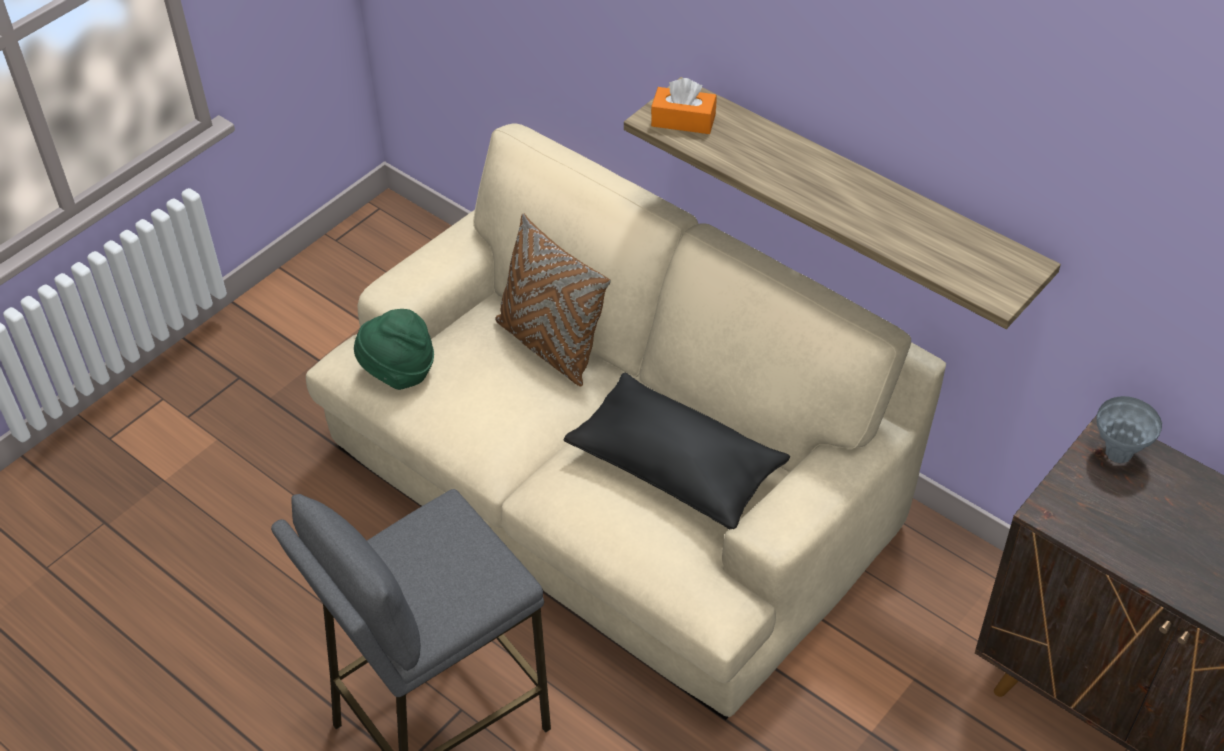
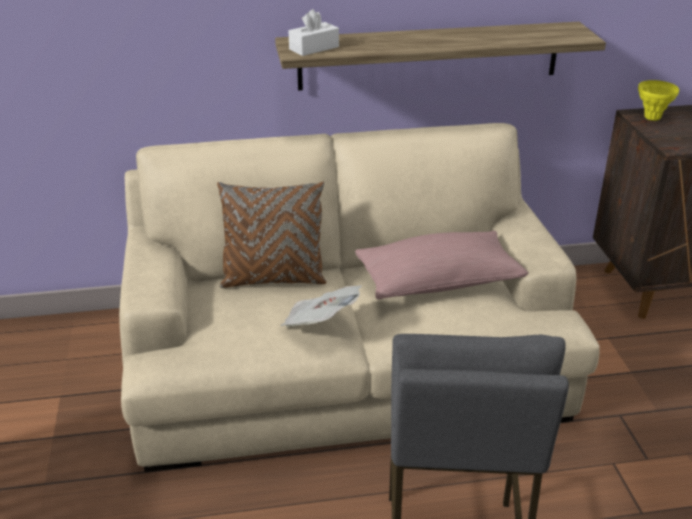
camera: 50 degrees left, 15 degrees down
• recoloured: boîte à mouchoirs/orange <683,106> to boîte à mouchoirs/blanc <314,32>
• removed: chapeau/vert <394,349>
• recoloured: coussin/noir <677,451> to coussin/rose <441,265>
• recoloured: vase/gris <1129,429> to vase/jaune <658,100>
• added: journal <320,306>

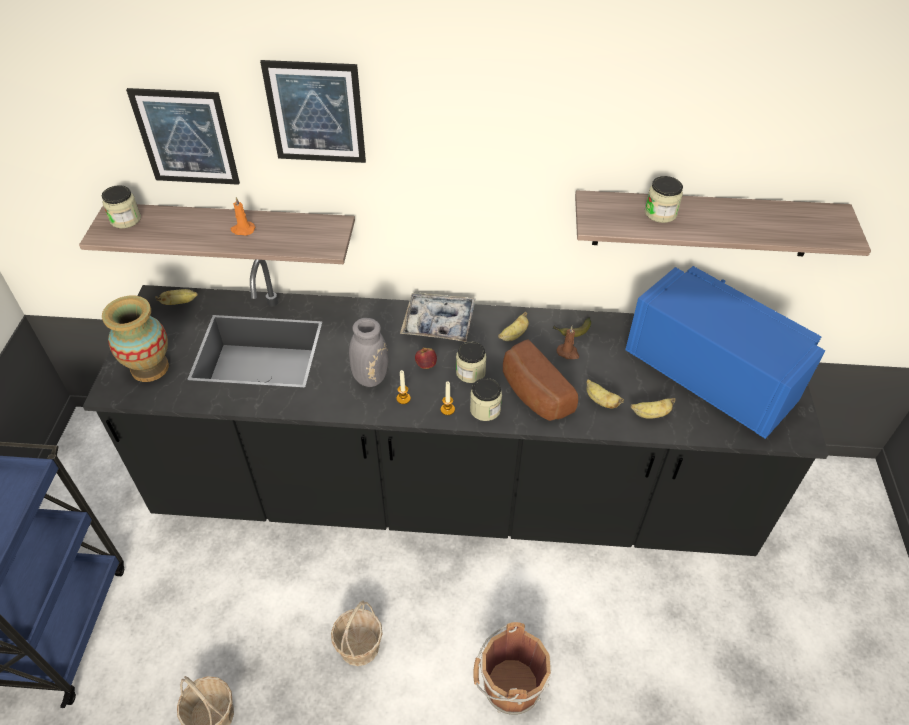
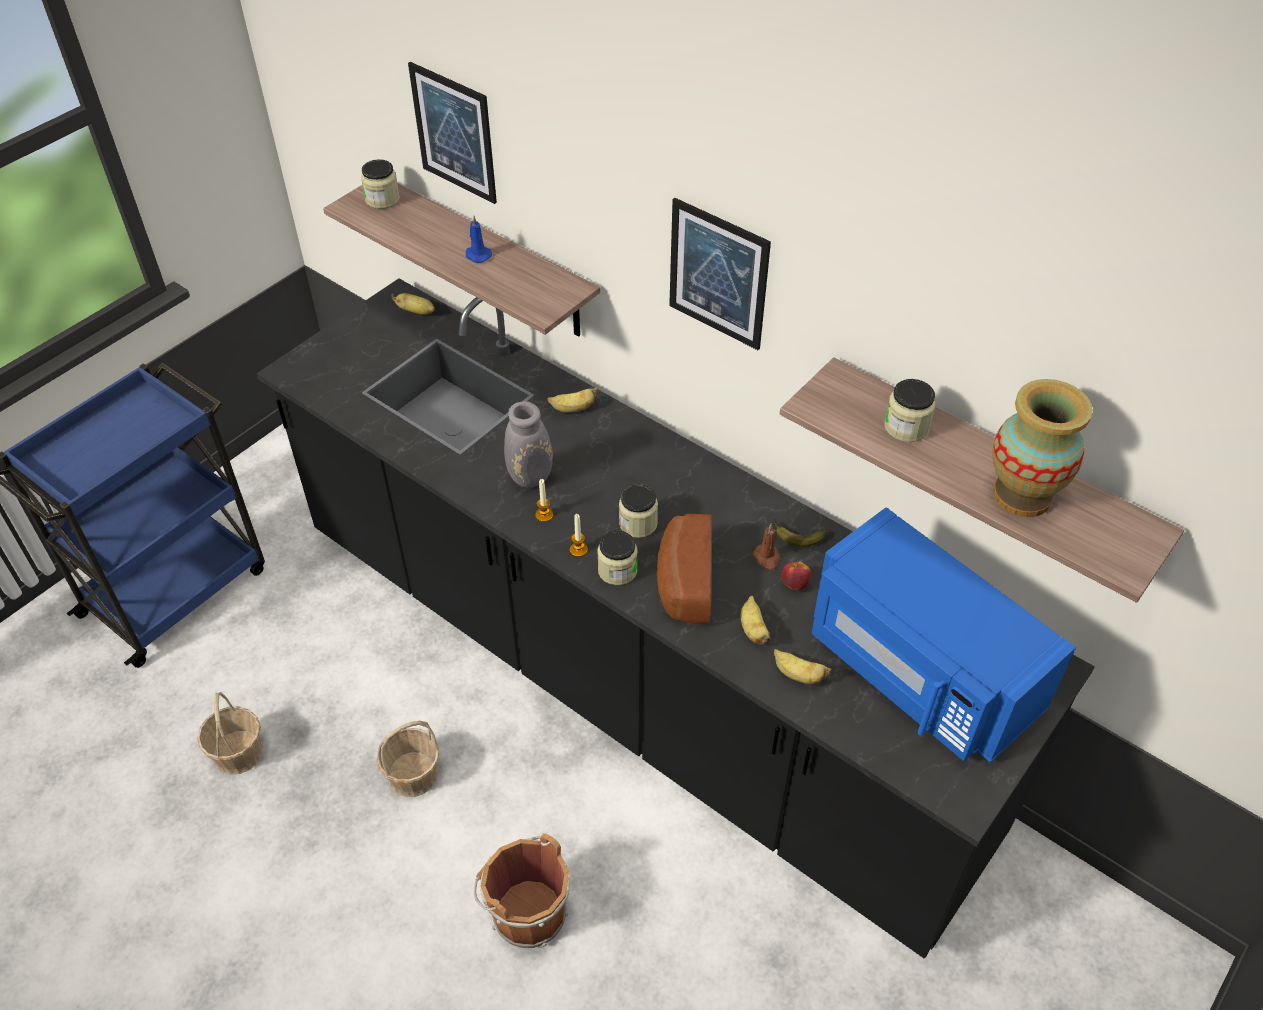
camera: 35 degrees right, 0 degrees up
• moved: tableau <313,111> to <720,274>
• recoloured: bougie/orange <243,216> to bougie/bleu <479,239>
• turned: micro-ondes/bleu <725,352> = <943,635> 150 degrees clockwise
• removed: plateau <438,317>
• moved: vase <135,338> to <1042,448>
• moved: banane <513,326> to <572,400>
• moved: pomme <426,358> to <796,575>

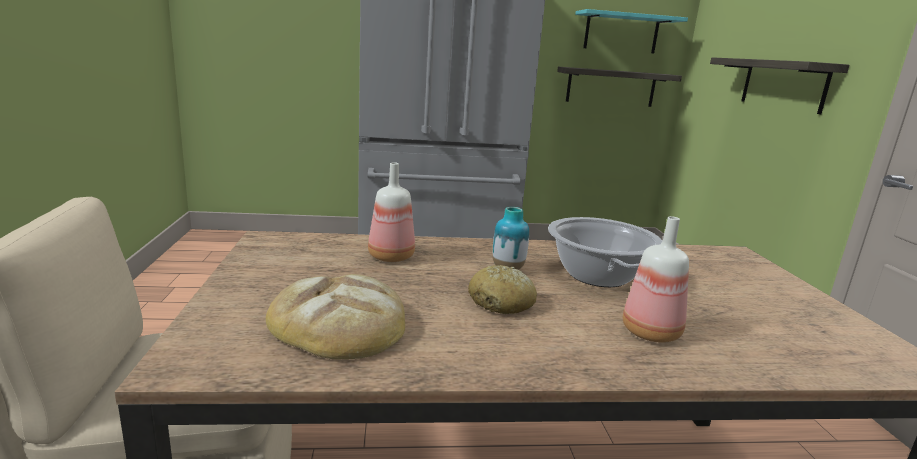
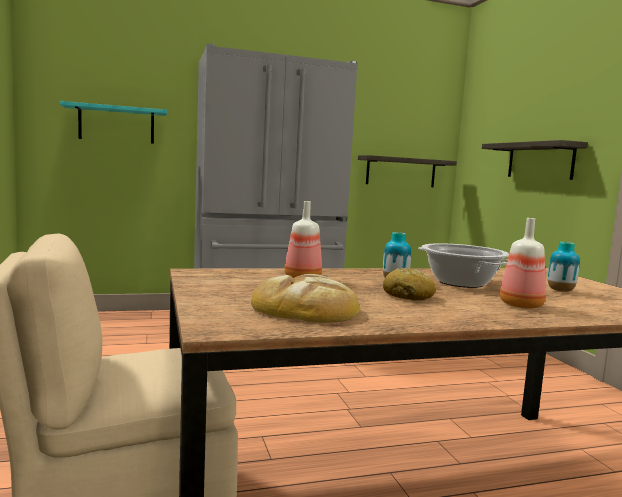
camera: 10 degrees left, 10 degrees down
• moved: étagère/turquoise <631,31> to <113,122>
• added: vase <564,267>

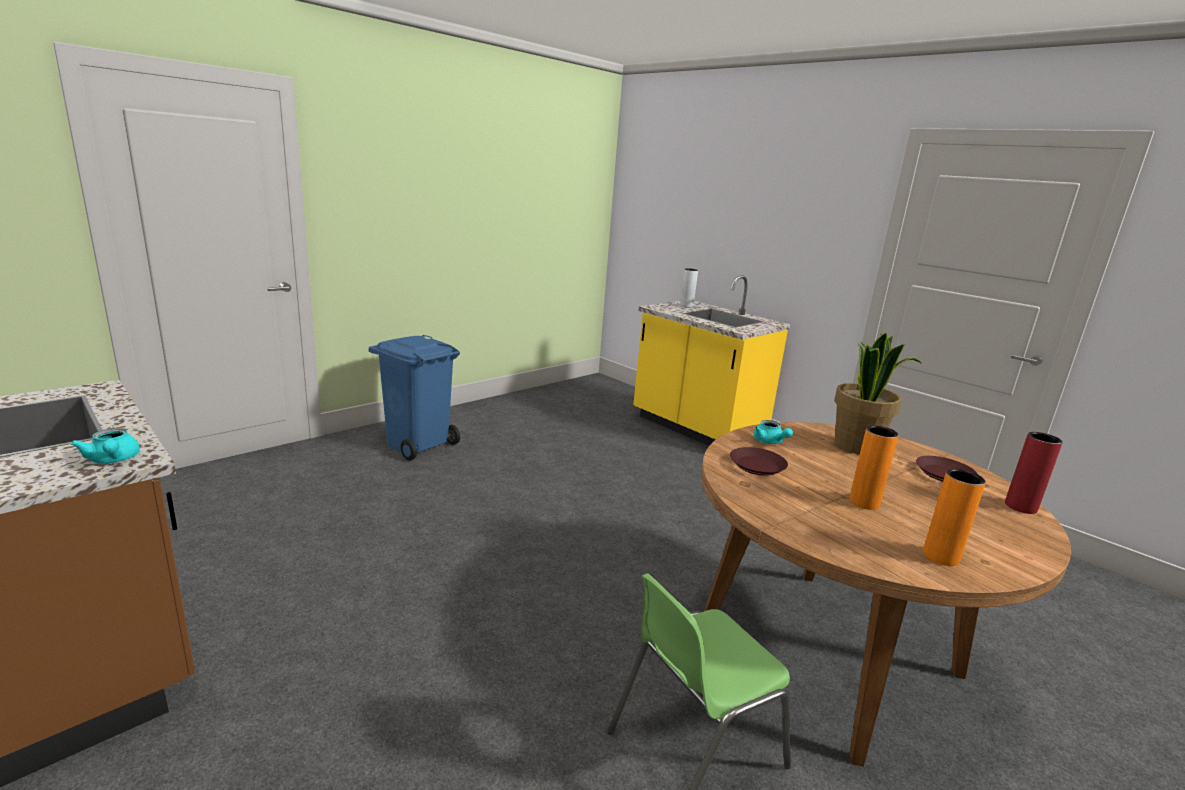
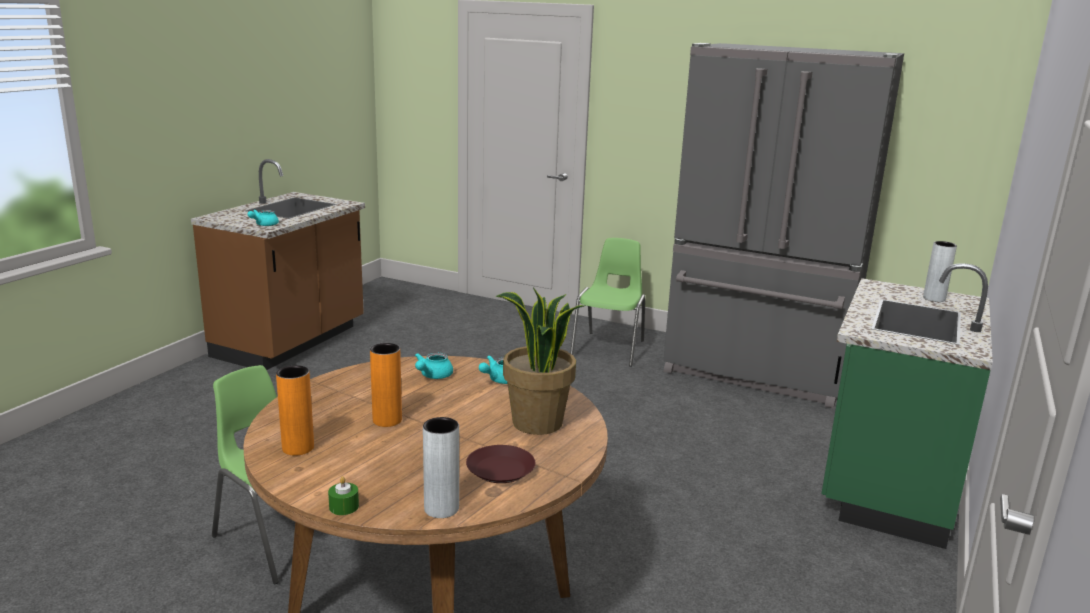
camera: 70 degrees right, 0 degrees up
• recoloured: comptoir de cuisine/jaune <711,360> to comptoir de cuisine/vert <907,406>
• replaced: poubelle/bleu <414,398> to chaise/vert <607,302>
• recoloured: vase/rouge <1034,473> to vase/gris <441,467>
• replaced: assiette/marron <759,461> to théière/turquoise <434,366>
• added: réfrigérateur/gris <784,225>
• added: bougie/vert <343,495>

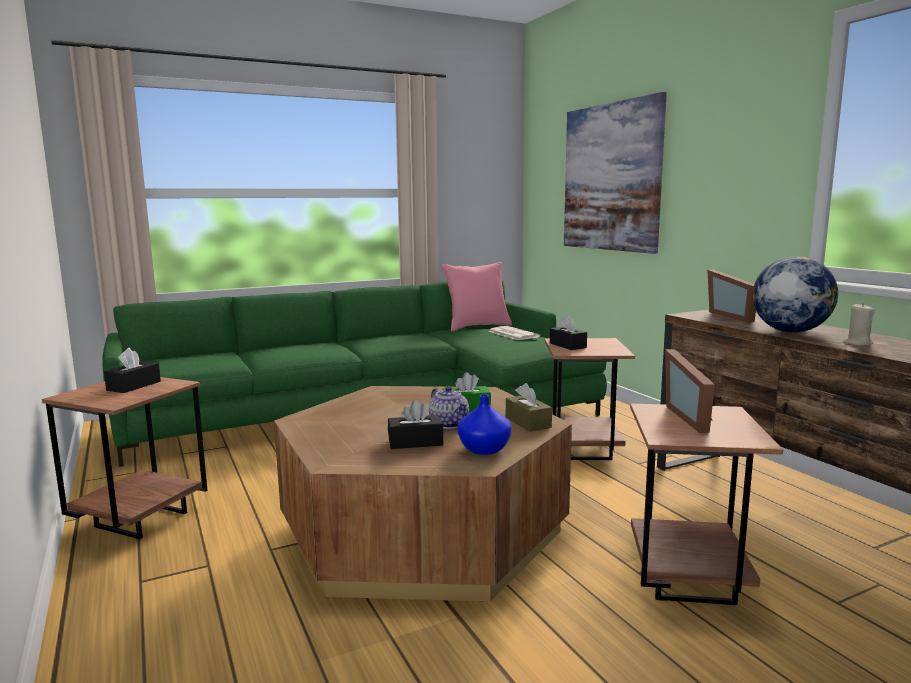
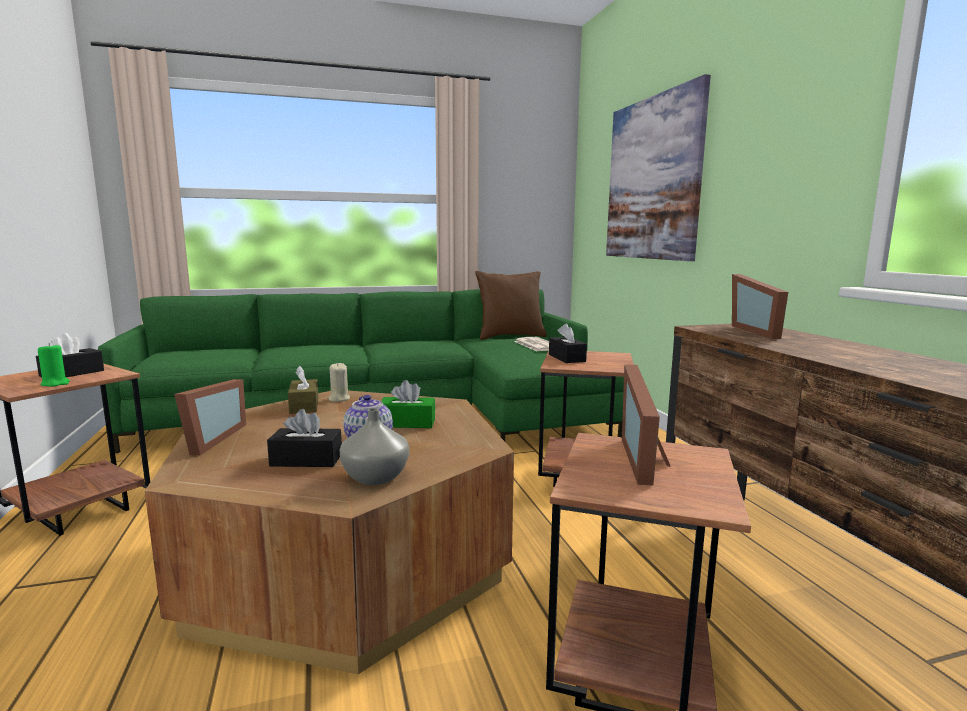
camera: 10 degrees right, 0 degrees up
• removed: globe <795,294>
• recoloured: coussin/rose <477,296> to coussin/marron <511,305>
• moved: bougie/beige <859,324> to <339,382>
• moved: boîte à mouchoirs/marron <529,407> to <303,390>
• recoloured: vase/bleu <484,424> to vase/gris <374,446>
• added: bougie/vert <54,365>
• added: cadre photo <210,417>

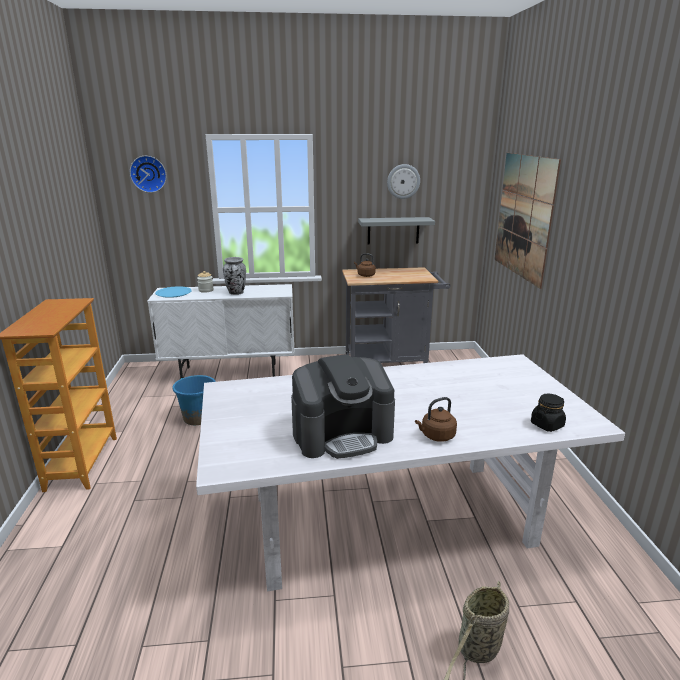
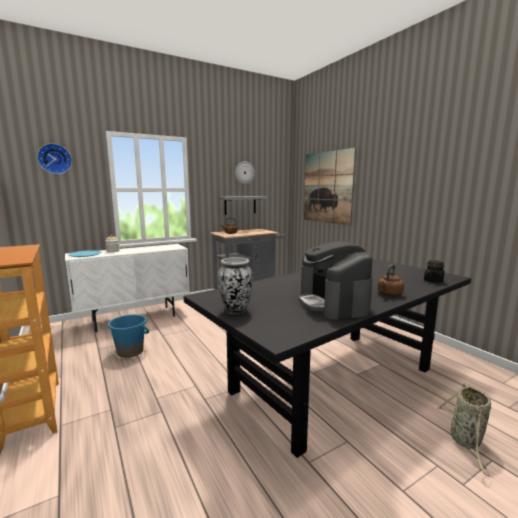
camera: 25 degrees left, 10 degrees down
• moved: vase <234,276> to <235,285>
• recoloured: table à manger/blanc <410,473> to table à manger/noir <327,358>
• turned: machine à café <343,406> = <336,280> 120 degrees clockwise

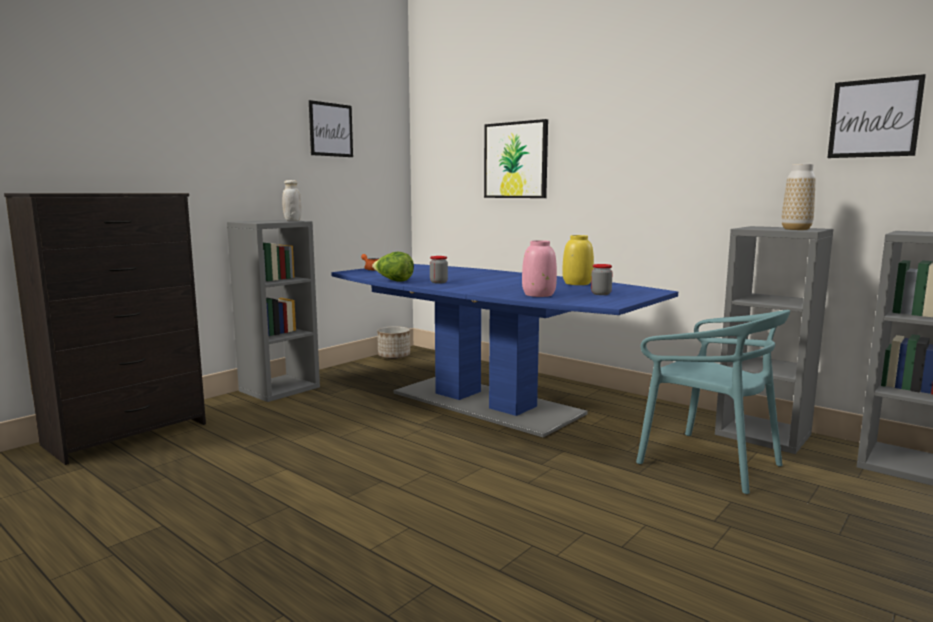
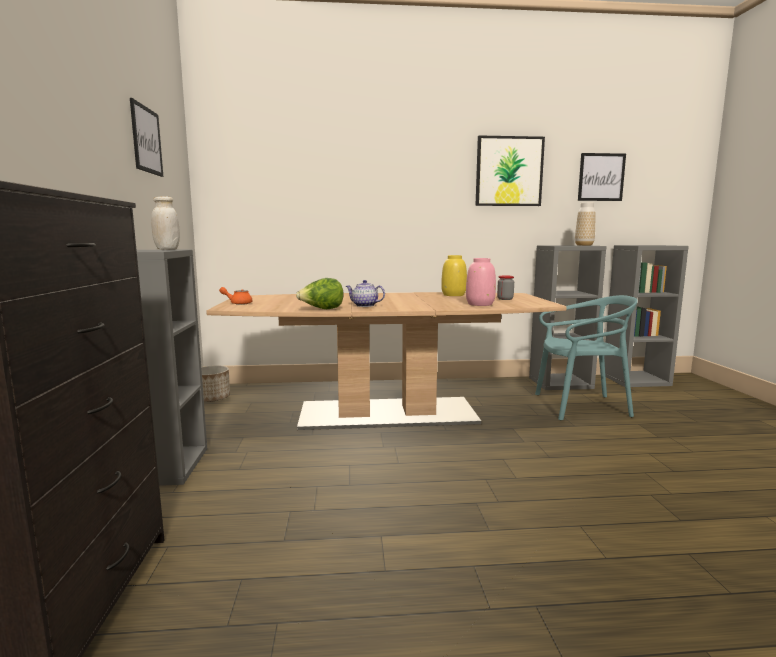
camera: 45 degrees left, 0 degrees up
• moved: tableau <516,158> to <510,170>
• replaced: bocal <439,270> to théière <365,293>
• recoloured: table à manger/bleu <504,351> to table à manger/marron <386,361>

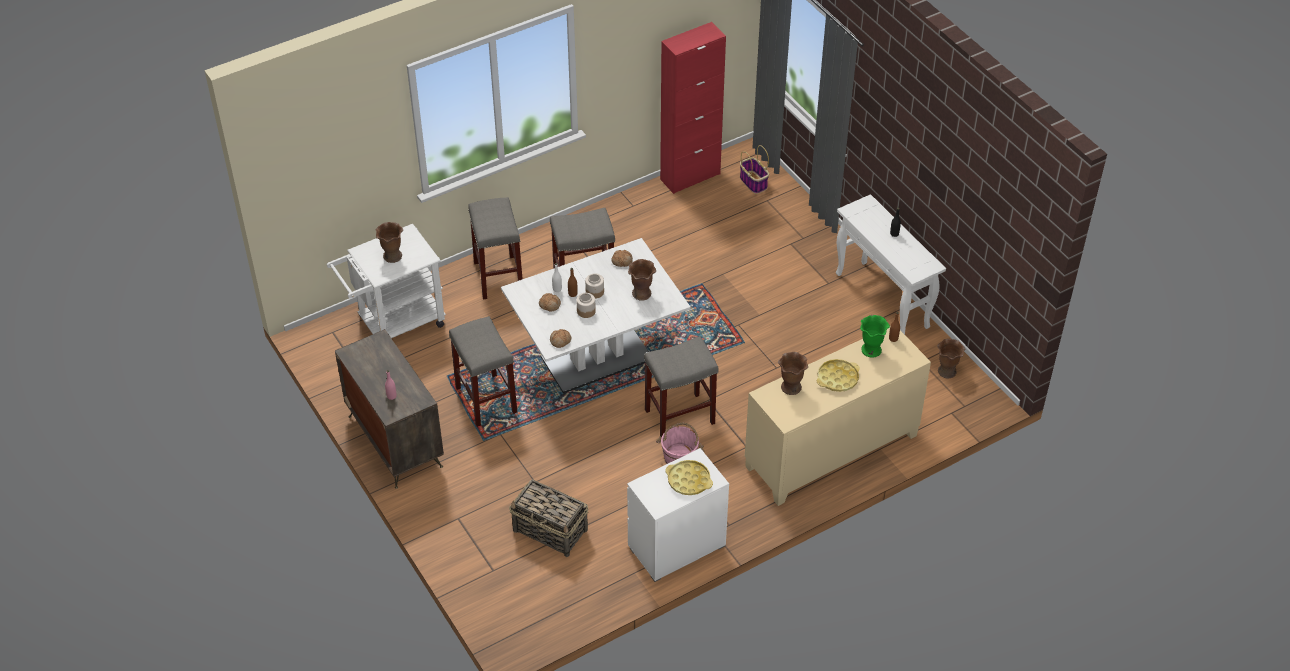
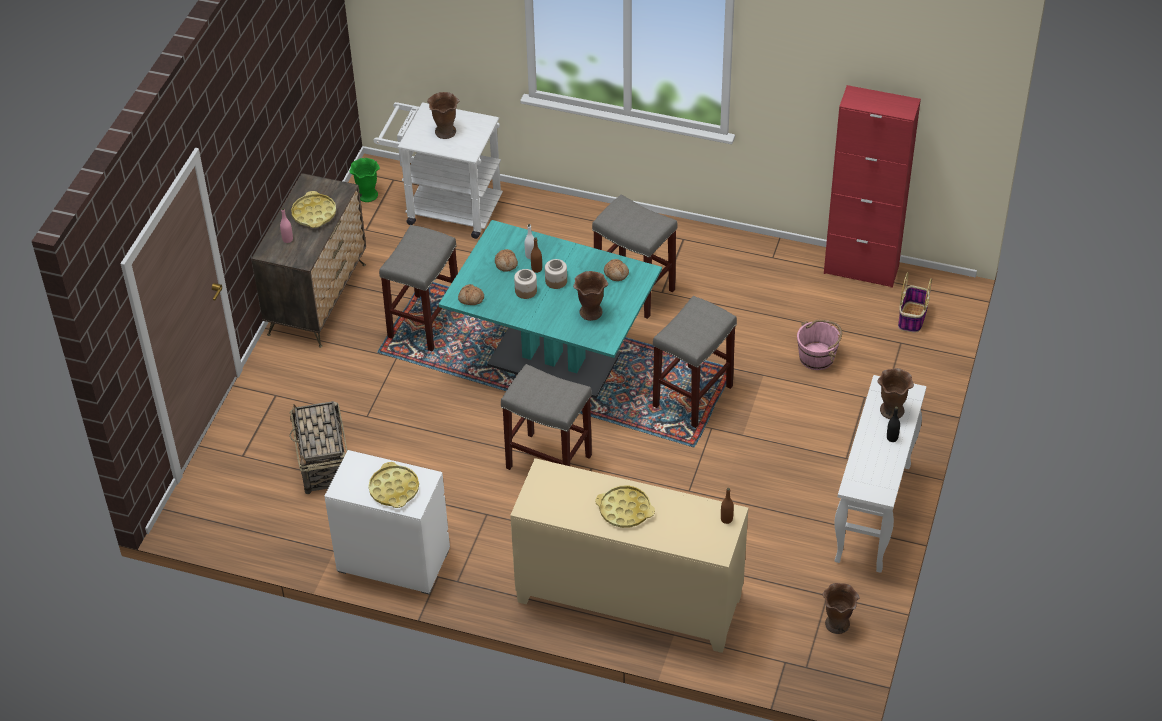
camera: 50 degrees right, 0 degrees up
• moved: tabouret/gris <495,248> to <695,362>
• recoloured: table à manger/blanc <596,316> to table à manger/turquoise <550,309>
• moved: vase/vert <875,336> to <364,180>
• moved: vase/marron <793,373> to <895,393>
• moved: seau/rose <680,443> to <819,345>
• added: plateau/jaune <313,209>

